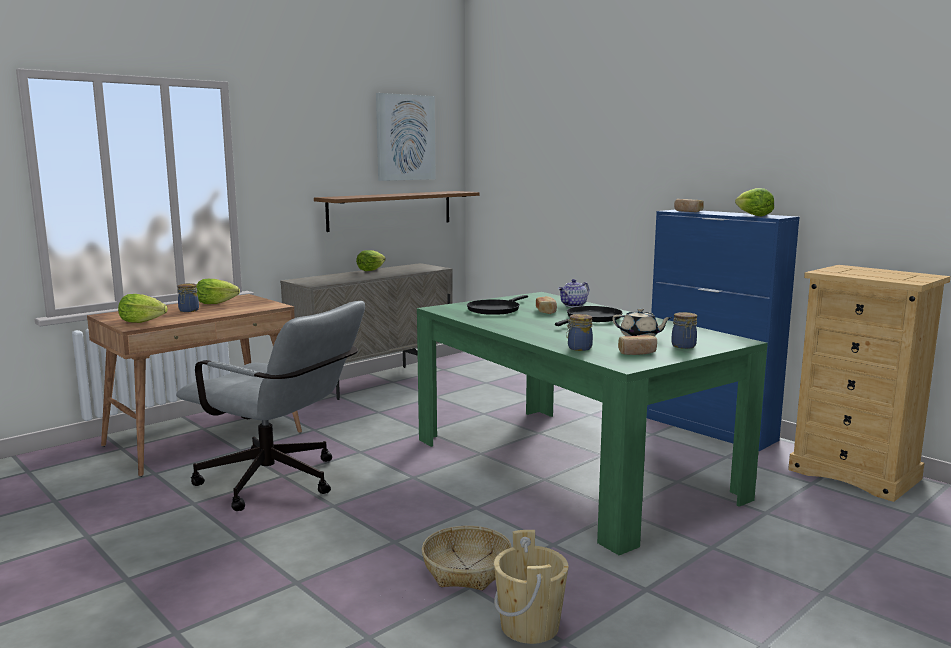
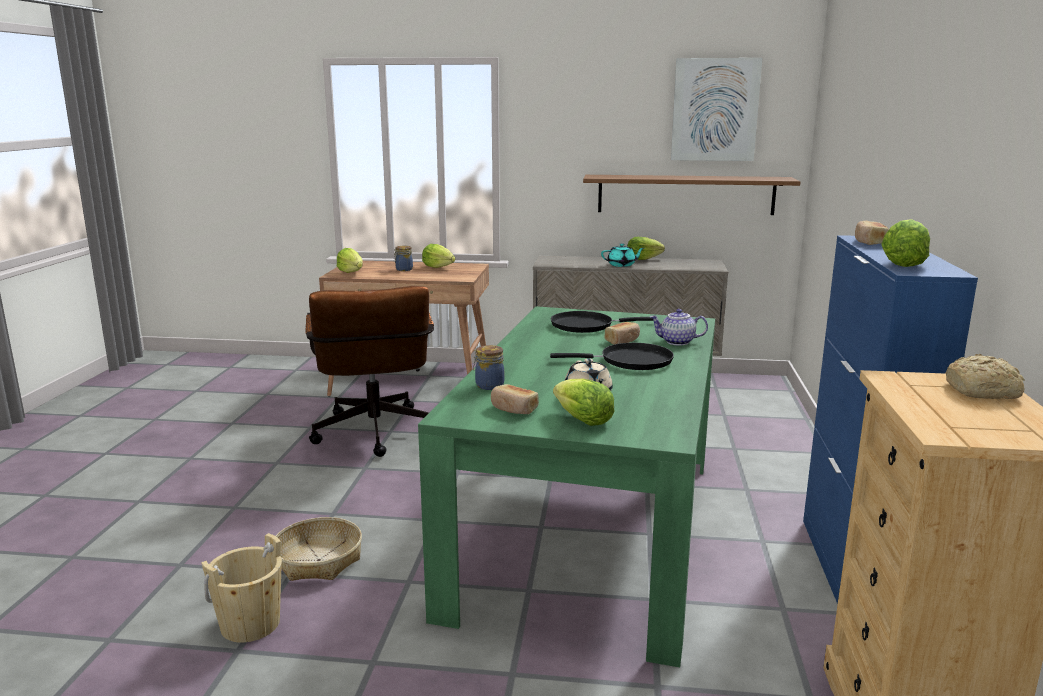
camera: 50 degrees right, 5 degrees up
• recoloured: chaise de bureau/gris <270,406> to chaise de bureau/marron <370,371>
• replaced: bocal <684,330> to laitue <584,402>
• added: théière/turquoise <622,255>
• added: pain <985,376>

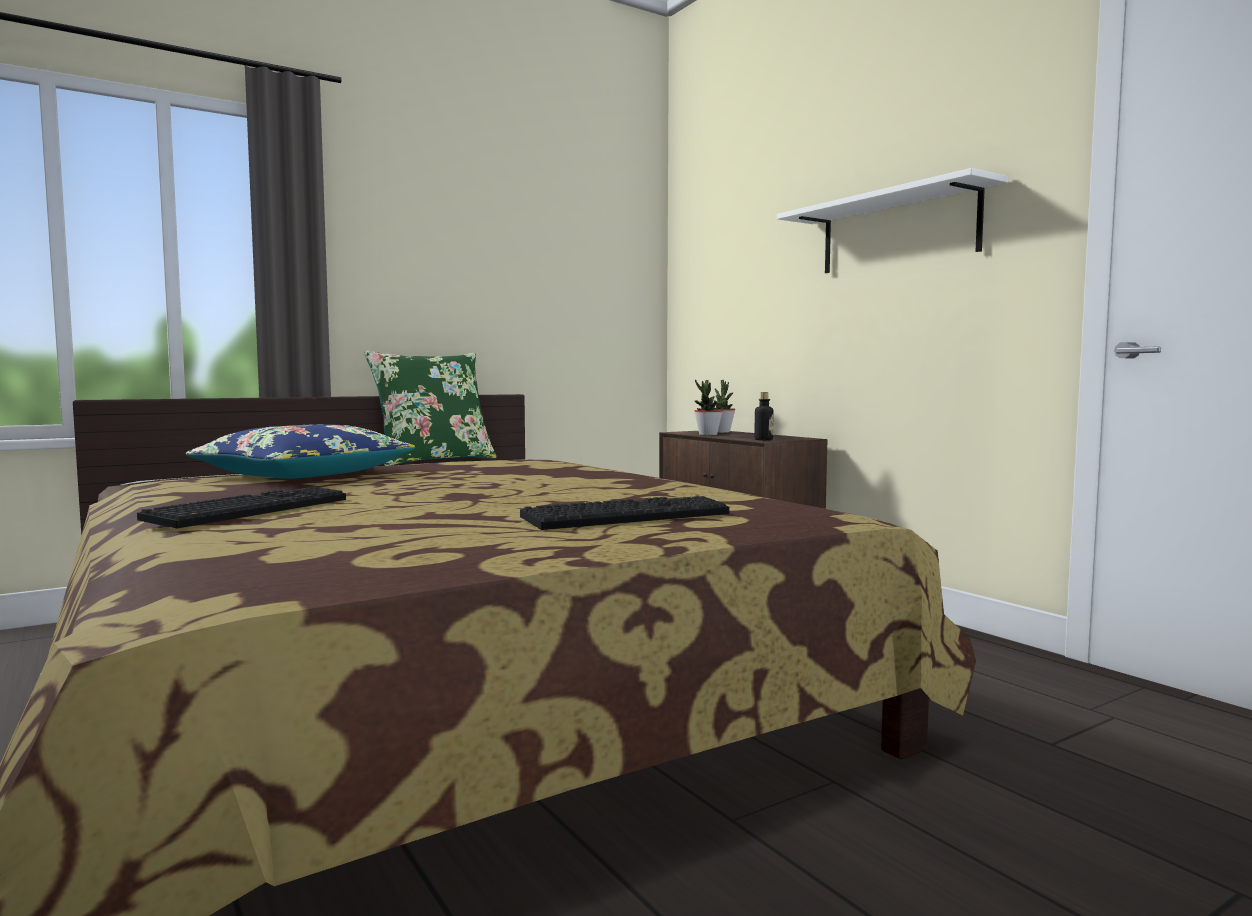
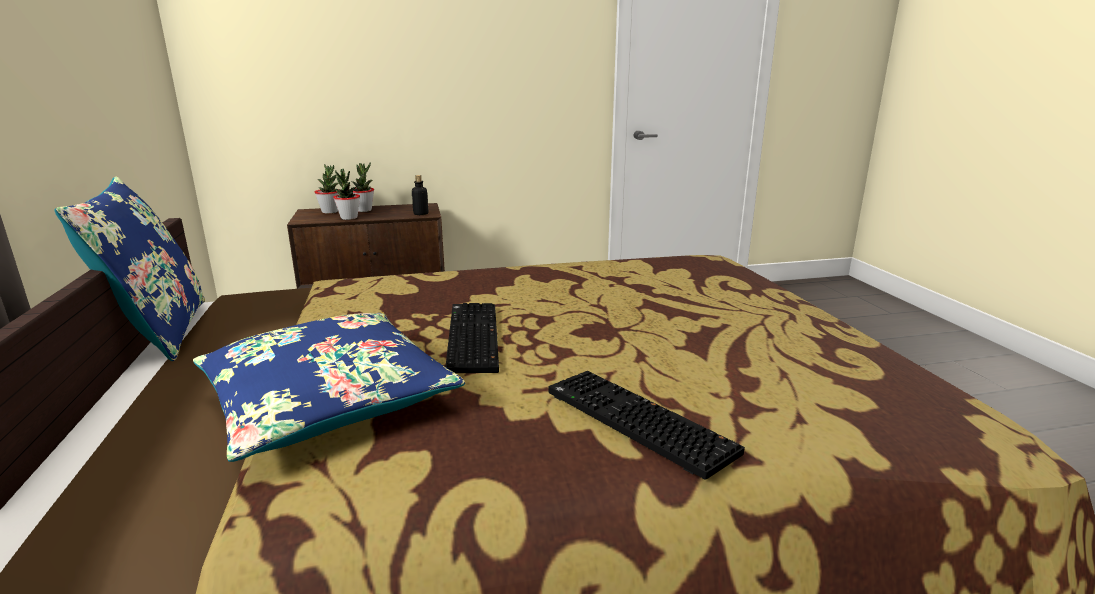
camera: 70 degrees left, 15 degrees up
• removed: étagère/blanc <893,220>
• recoloured: coussin/vert <430,408> to coussin/bleu <129,269>
• moved: clavier <624,513> to <472,338>
• added: plante en pot <362,187>

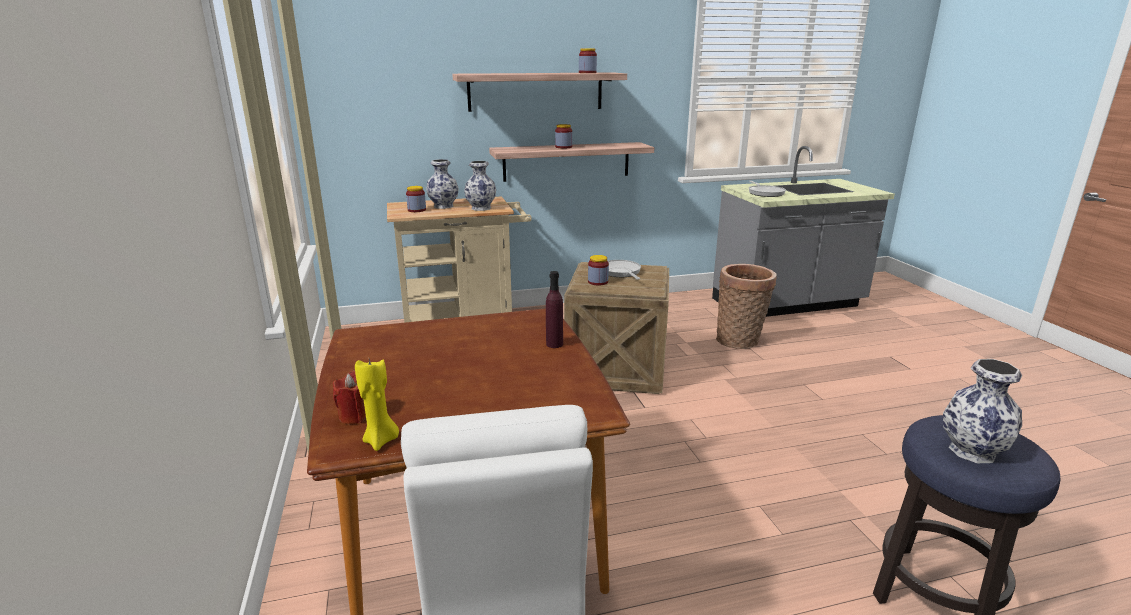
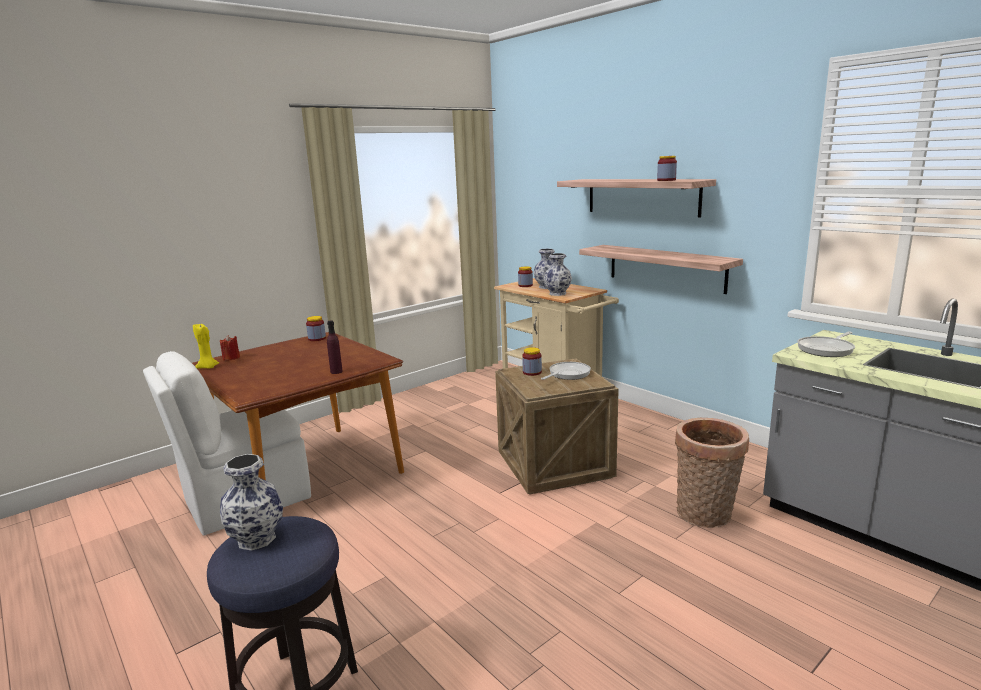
camera: 65 degrees right, 5 degrees down
• moved: bocal <563,136> to <316,328>

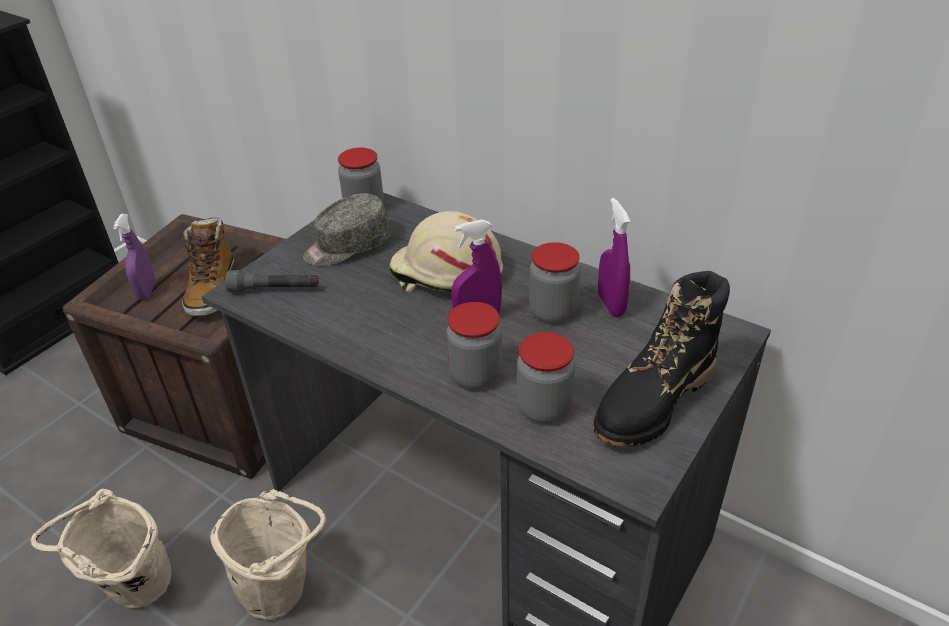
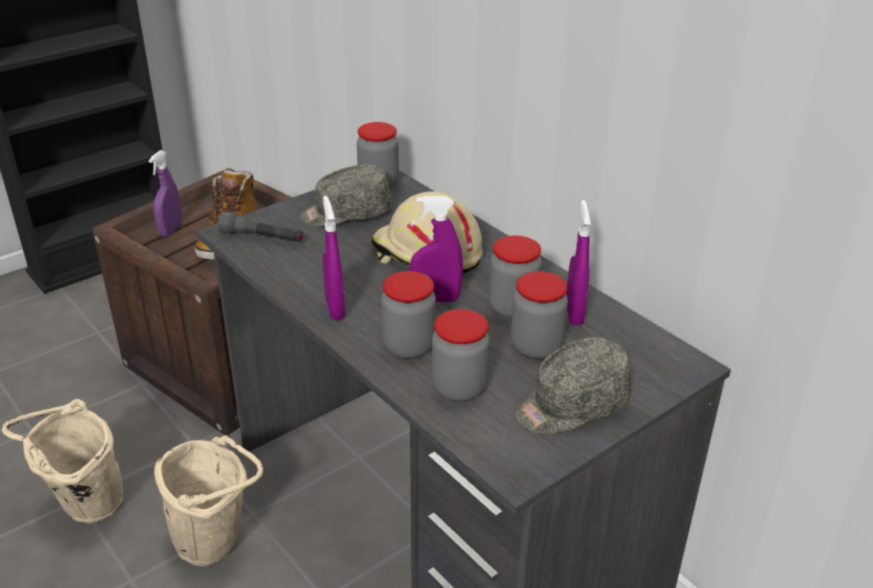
camera: 15 degrees right, 5 degrees down
• replaced: botte/noir <661,358> to casquette/gris <573,385>
• added: vaporisateur/violet <334,258>
• added: bocal <539,315>

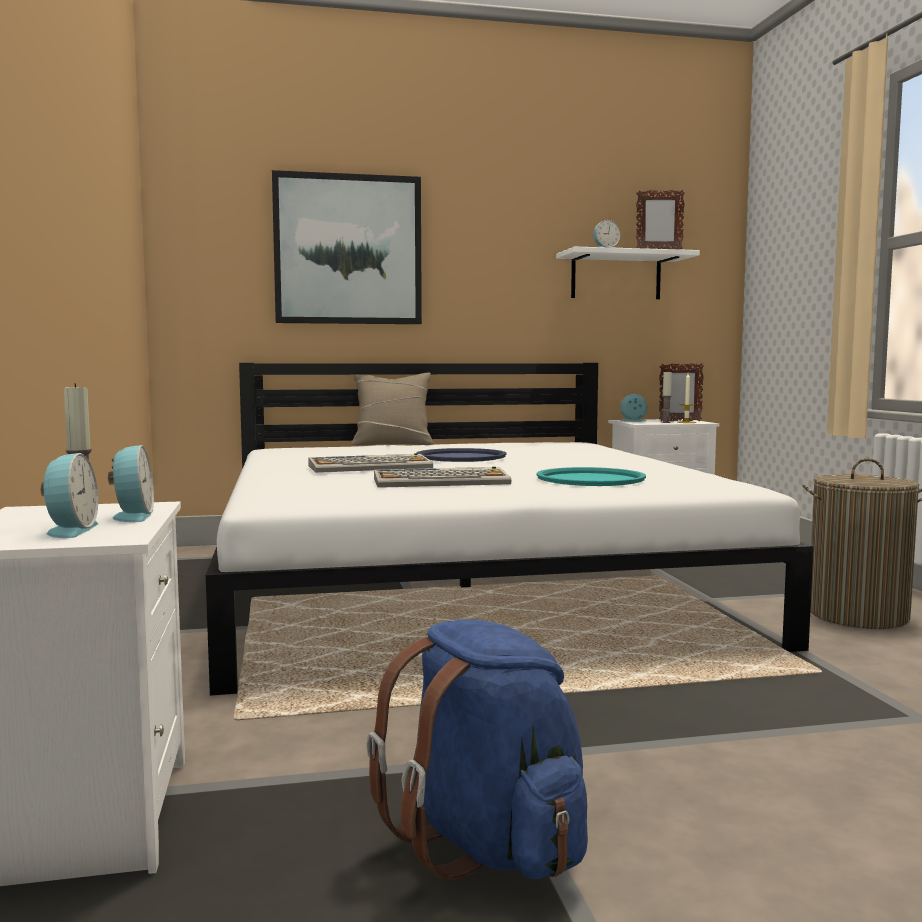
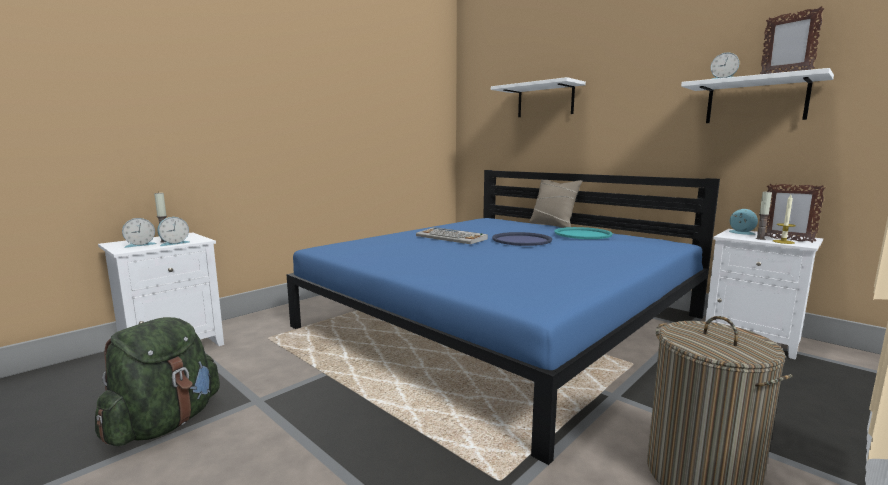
camera: 55 degrees right, 5 degrees up
• replaced: tableau <347,247> to étagère/blanc <538,97>
• recoloured: lit/blanc <510,529> to lit/bleu <503,317>
• removed: clavier <442,477>
• moved: plateau/turquoise <591,476> to <583,233>
• recoloured: sac à dos/bleu <477,749> to sac à dos/vert <157,381>

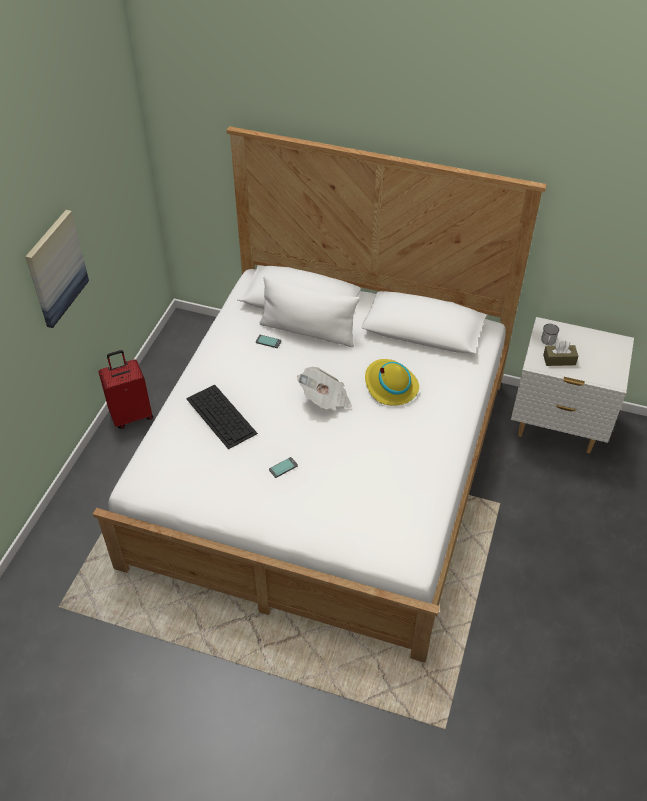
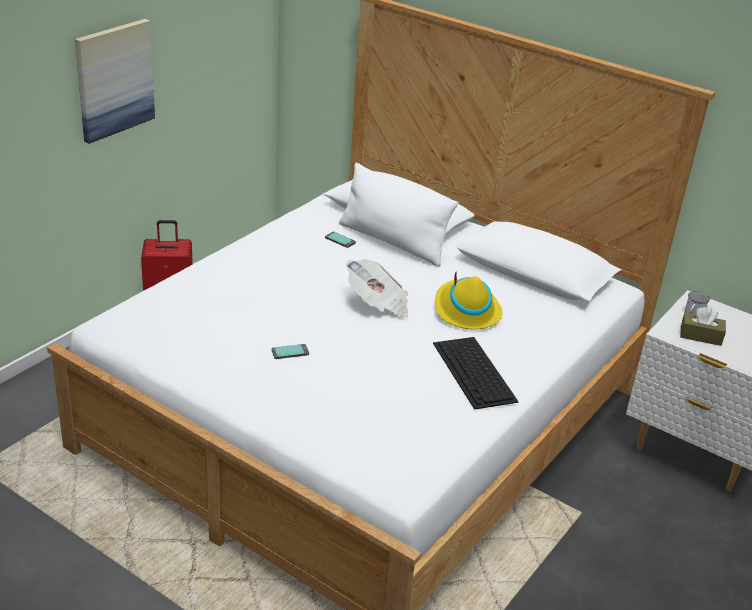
camera: 15 degrees right, 15 degrees down
• moved: clavier <222,416> to <476,373>

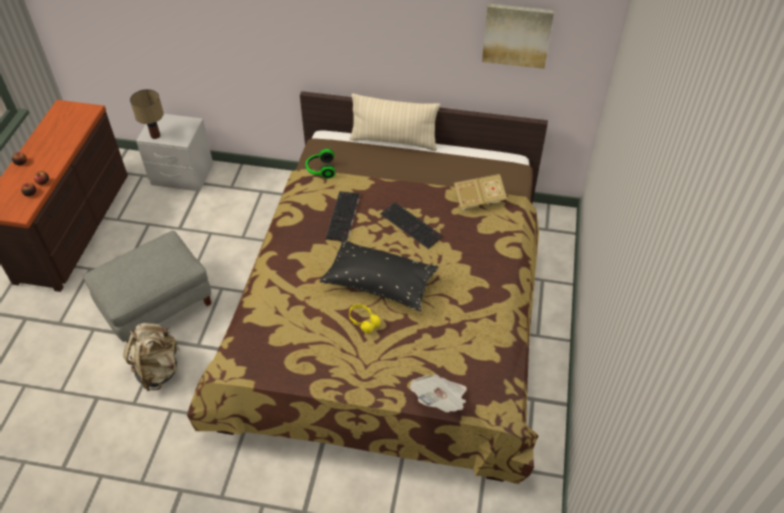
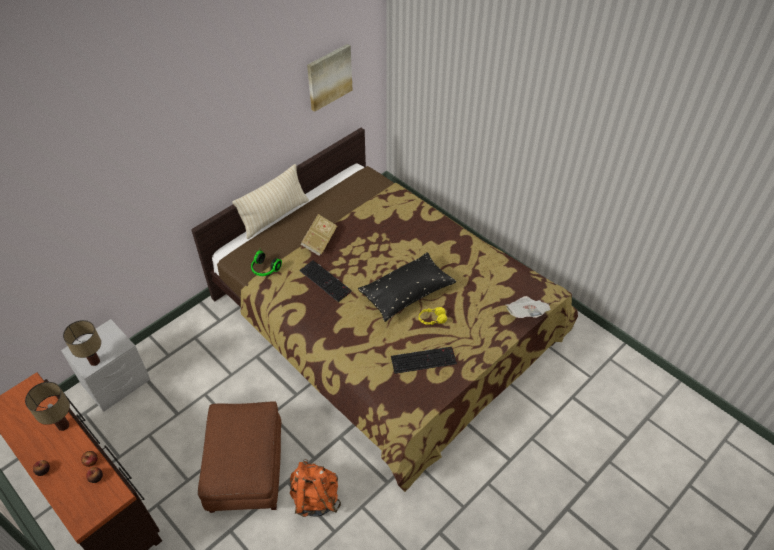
camera: 55 degrees left, 0 degrees up
• moved: livre <480,192> to <319,235>
• moved: clavier <411,226> to <424,360>
• recoloured: pouf/gris <147,286> to pouf/marron <239,457>
• recoloured: sac à dos/beige <151,357> to sac à dos/orange <315,488>
• added: lampe de table <47,406>

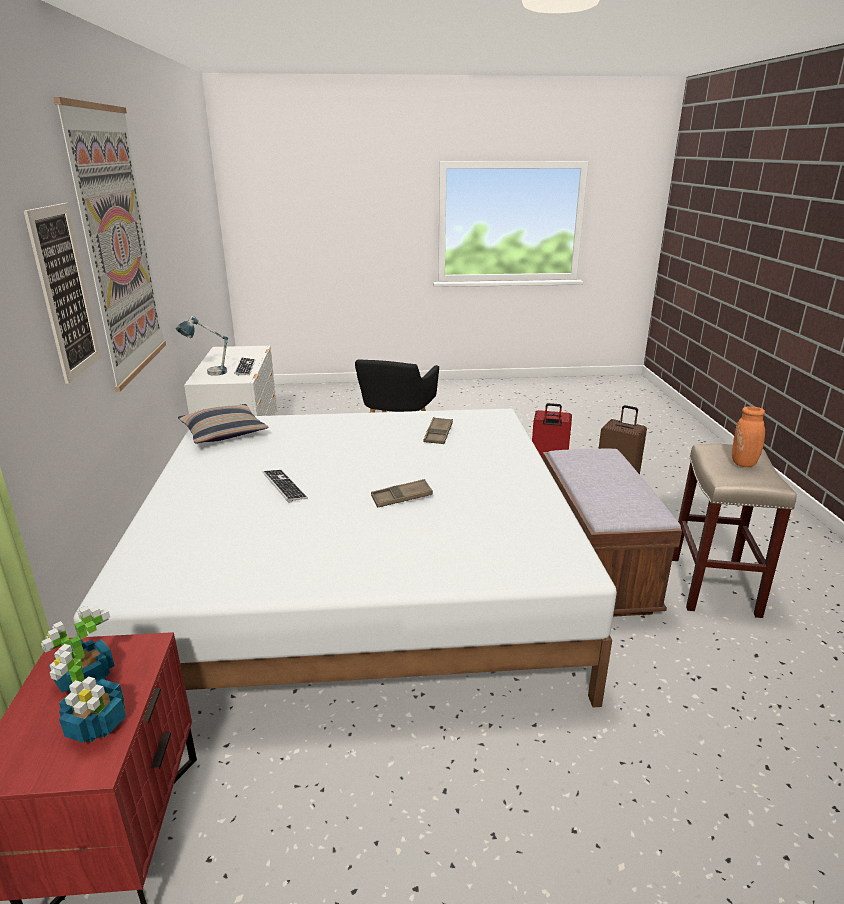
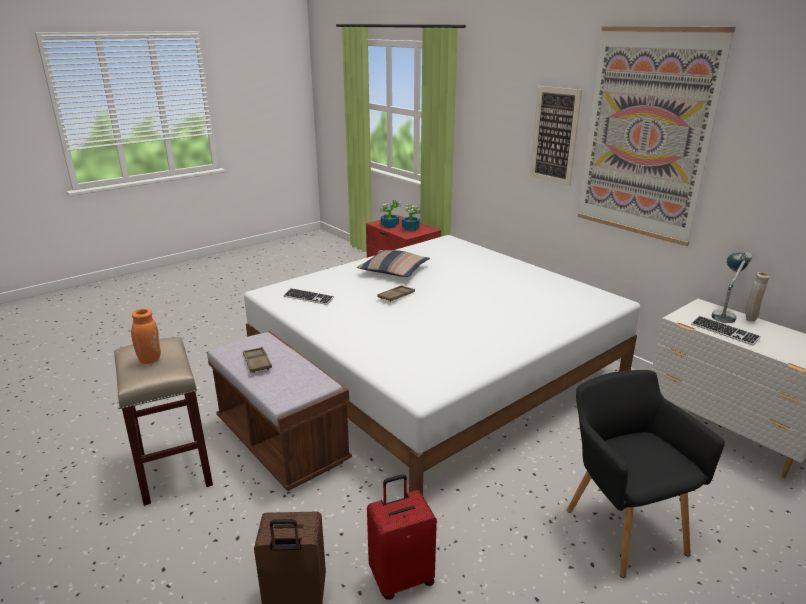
camera: 145 degrees right, 0 degrees up
• moved: coussin <223,424> to <393,263>
• moved: plateau/marron <438,430> to <257,360>
• moved: clavier <285,486> to <309,296>
• added: vase/beige <757,297>

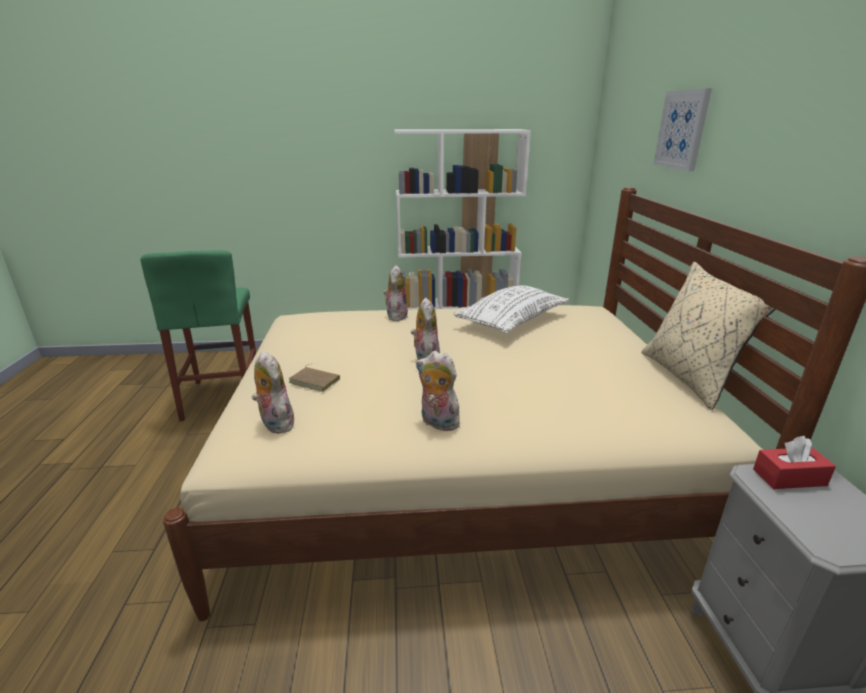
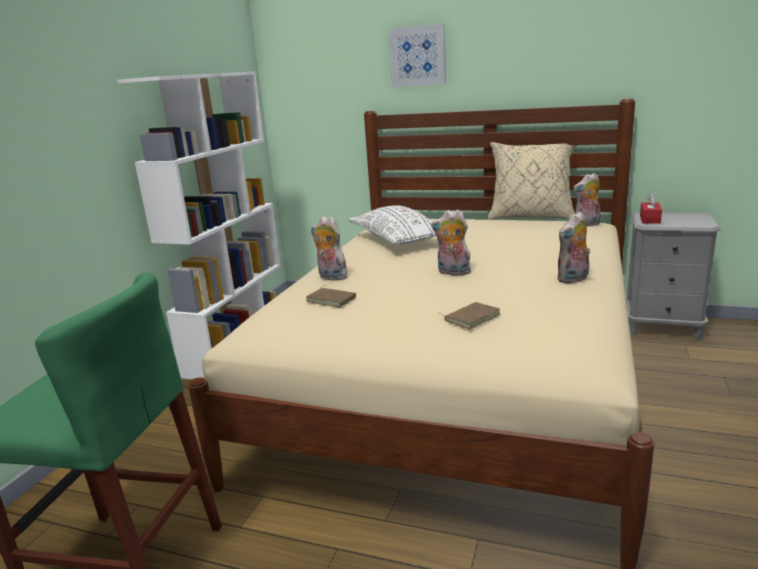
camera: 65 degrees left, 5 degrees down
• moved: peluche <273,392> to <587,199>
• added: livre/marron <331,296>

